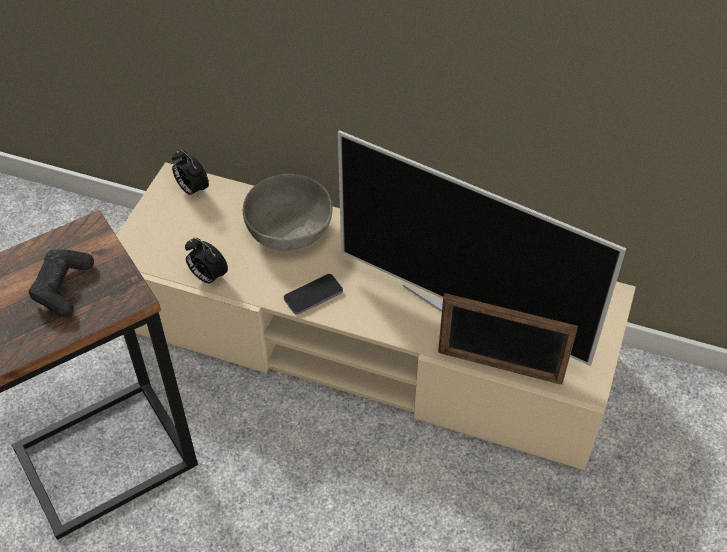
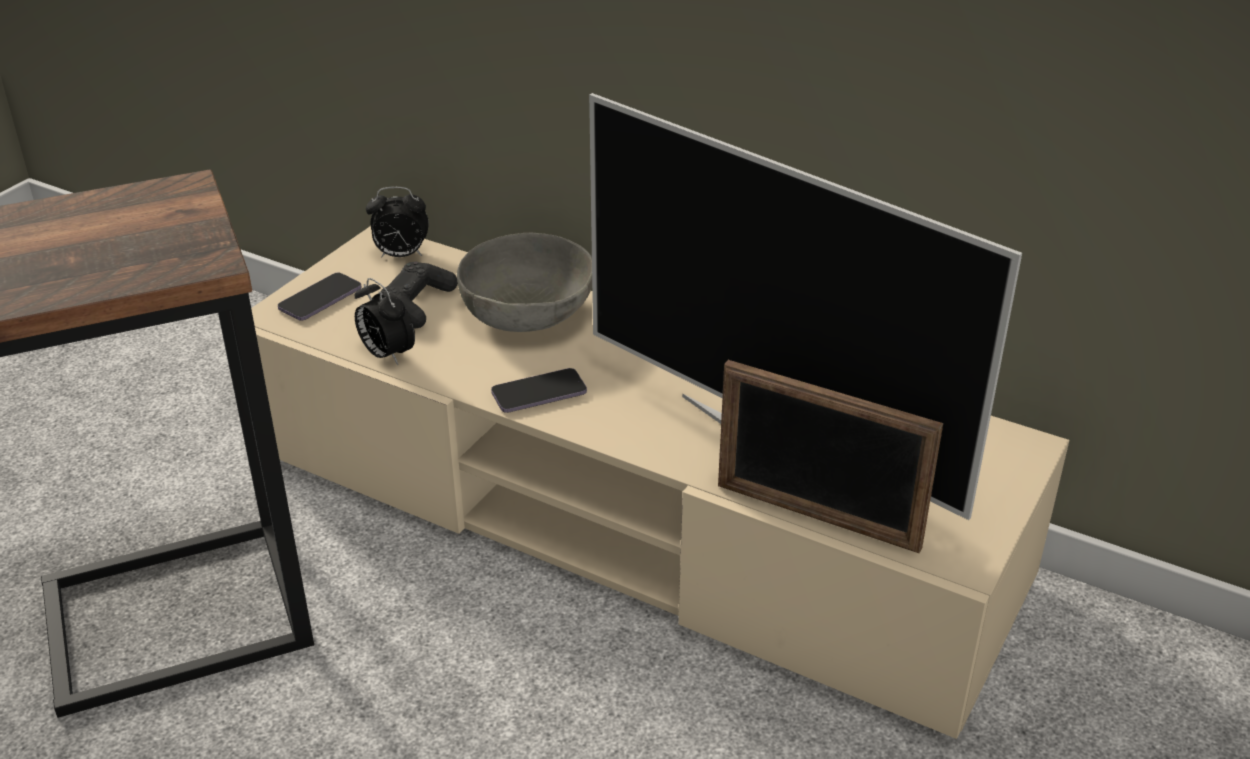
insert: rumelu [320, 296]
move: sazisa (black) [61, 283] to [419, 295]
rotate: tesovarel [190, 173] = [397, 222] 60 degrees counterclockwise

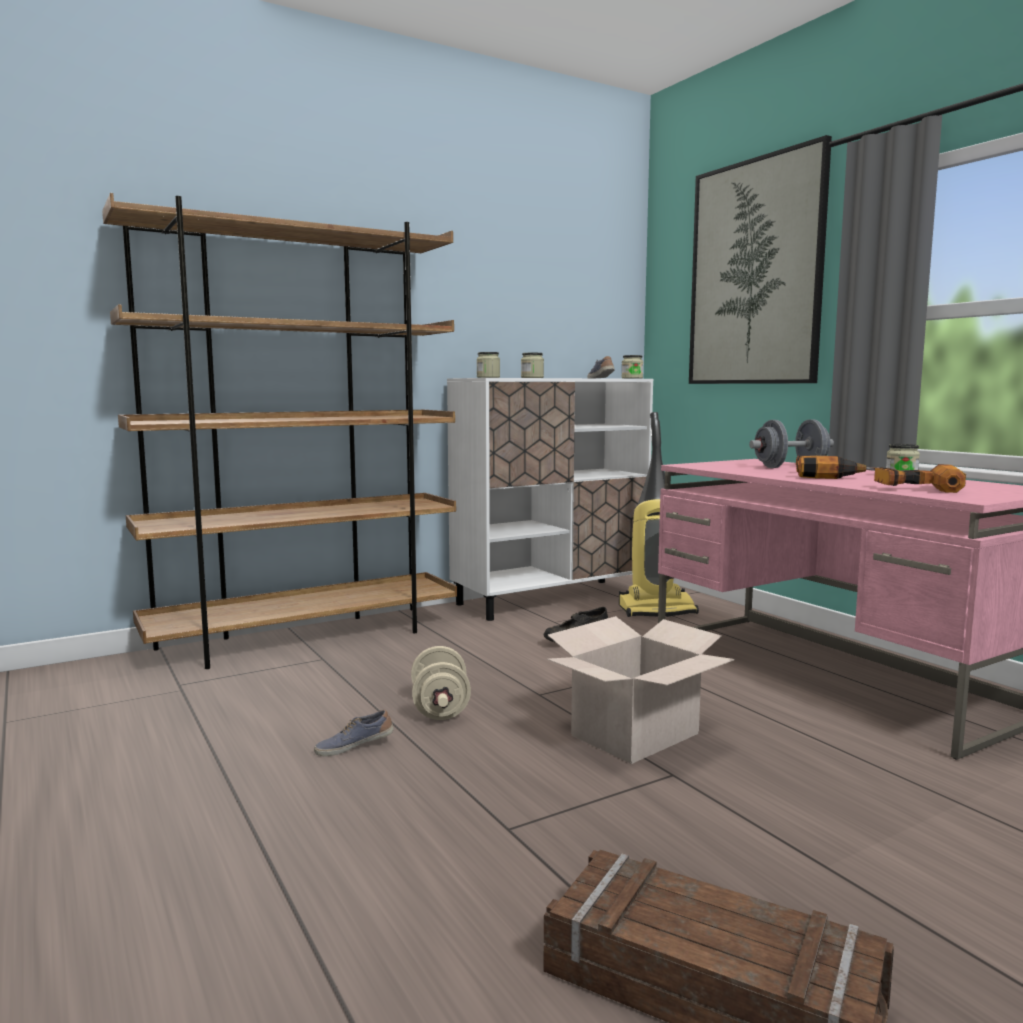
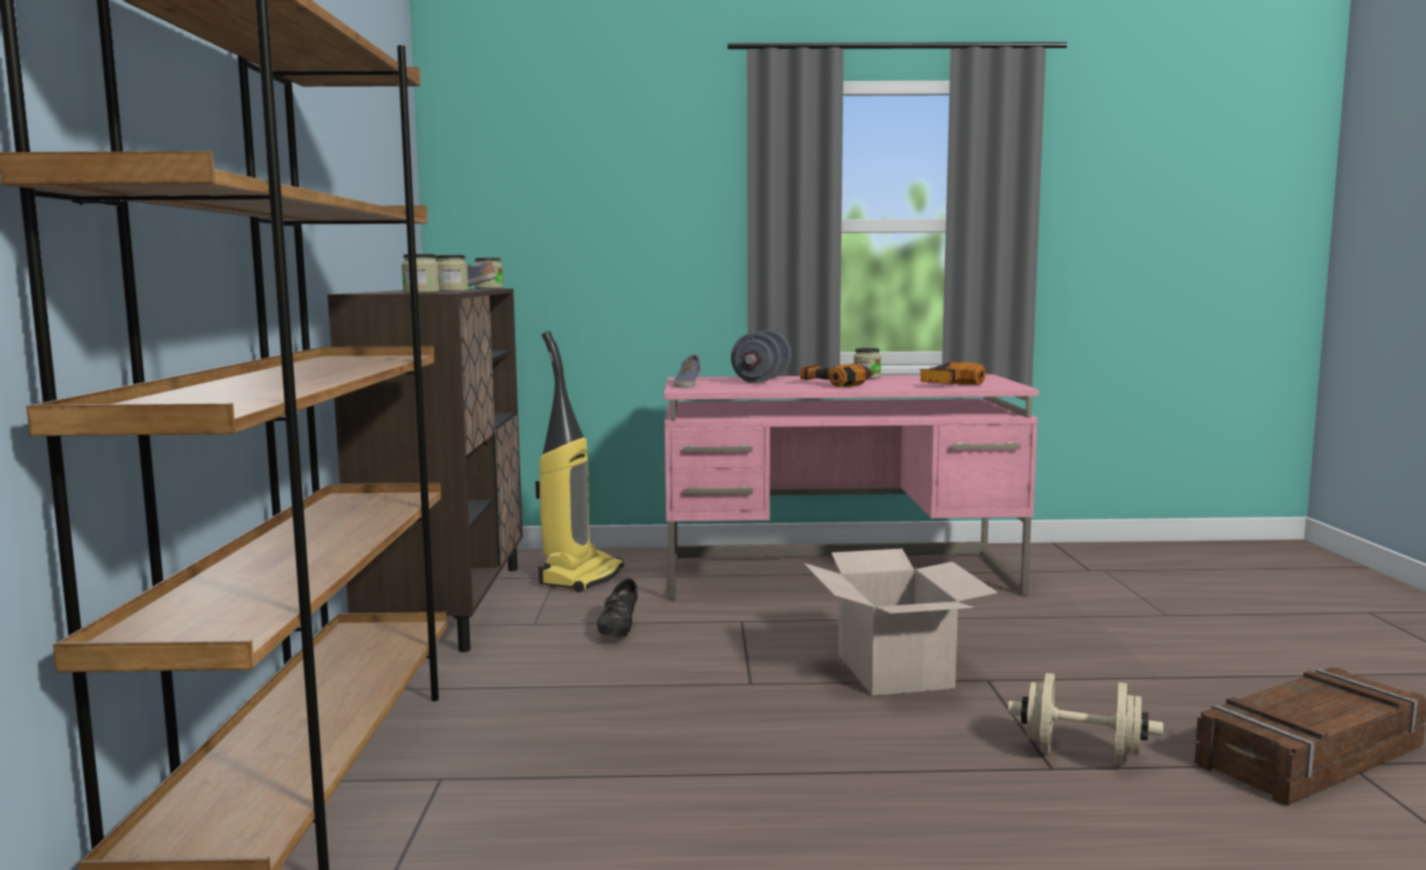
delete: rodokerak [760, 259]
move: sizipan [354, 733] to [687, 371]; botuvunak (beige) [441, 683] to [1085, 719]
recolor: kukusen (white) [550, 499] to kukusen (brown) [425, 470]

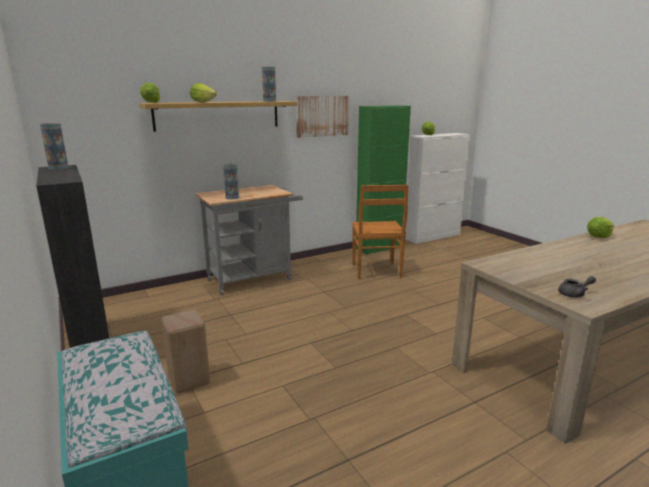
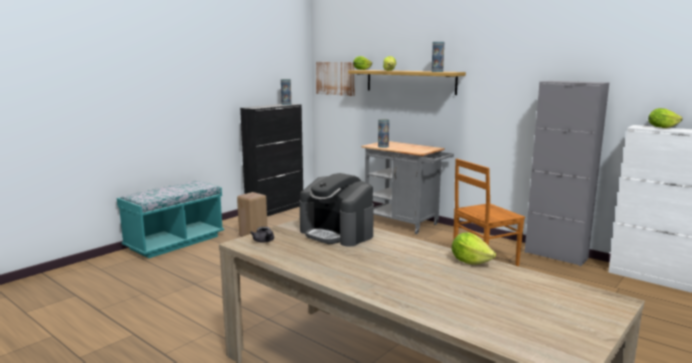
insert: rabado [336, 209]
move: rodokerak [322, 117] to [335, 79]
recolor: kukusen (green) [383, 180] to kukusen (grey) [566, 173]

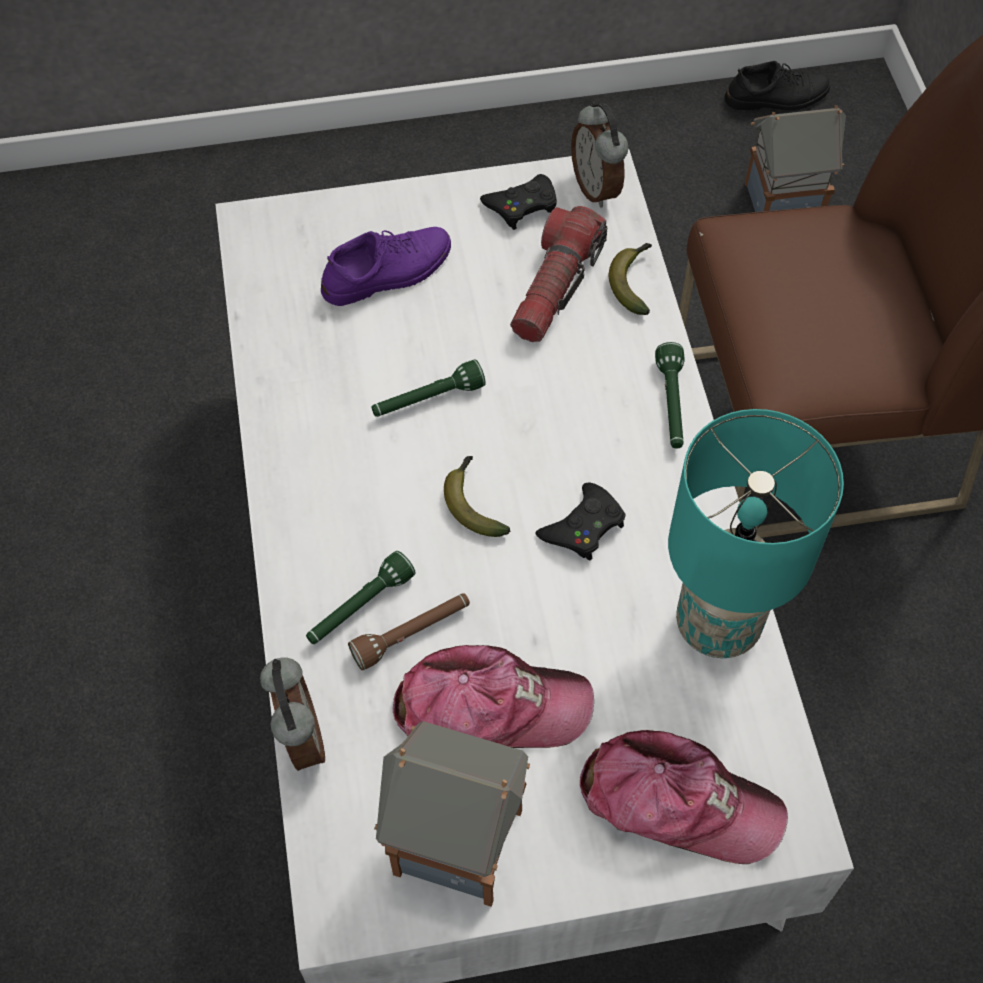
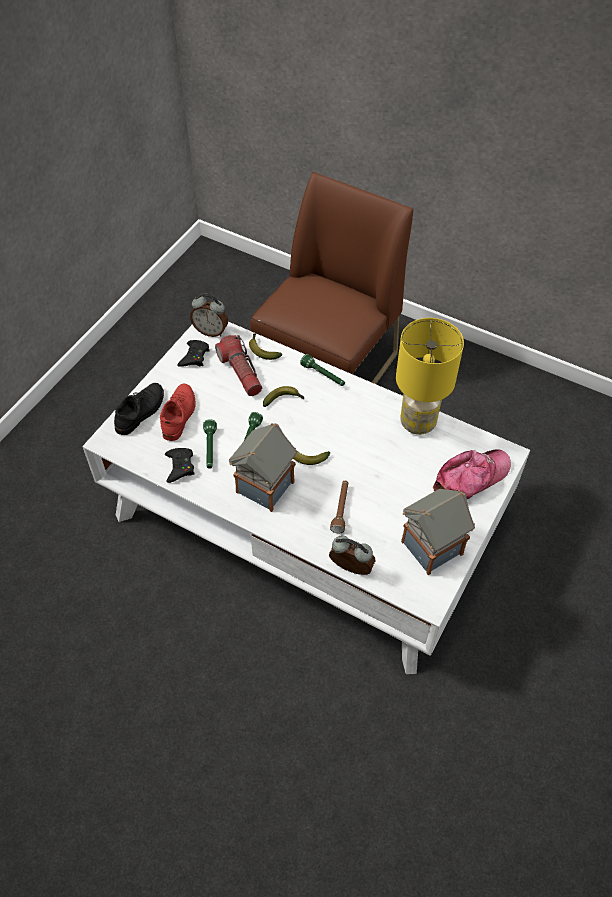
delete: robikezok [493, 696]
insert: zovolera [283, 396]
move: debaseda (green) [361, 597] to [210, 444]; sazisa (black) [580, 521] to [180, 465]; sizipan (black) [777, 86] to [139, 409]; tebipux [795, 158] to [263, 467]
recolor: sizipan (purple) [386, 266] to sizipan (red) [178, 412]; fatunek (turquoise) [756, 533] to fatunek (yellow) [430, 376]

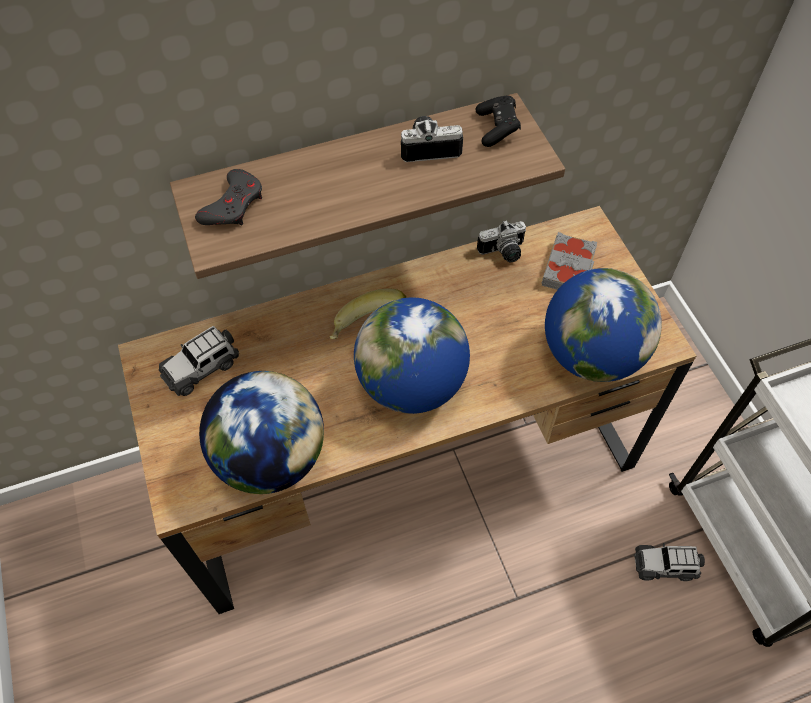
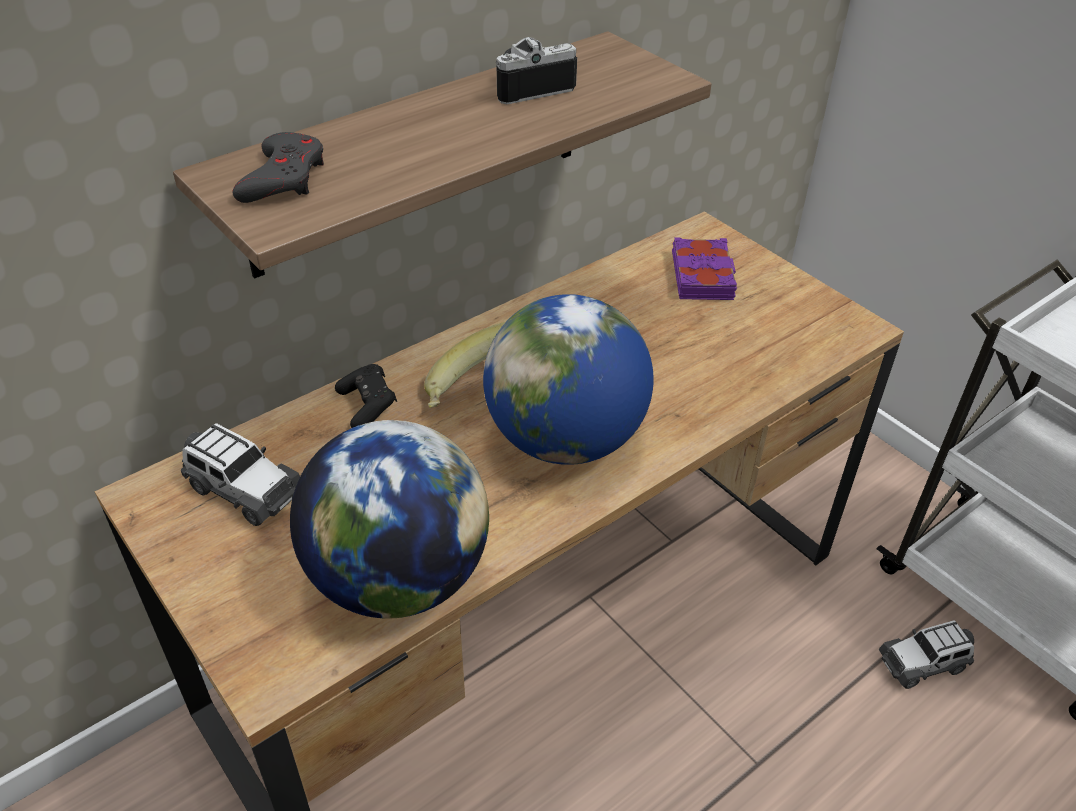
delete: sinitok [501, 241]; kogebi [603, 325]
move: sazisa (black) [498, 121] to [366, 396]
recolor: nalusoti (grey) [569, 261] to nalusoti (purple) [704, 268]
rotate: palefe [199, 361] = [240, 474] 90 degrees counterclockwise

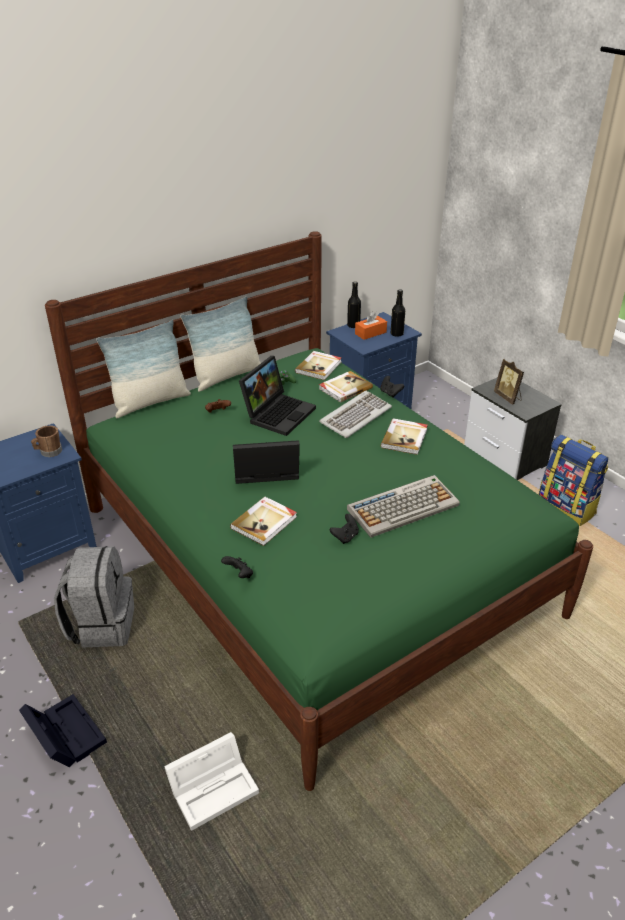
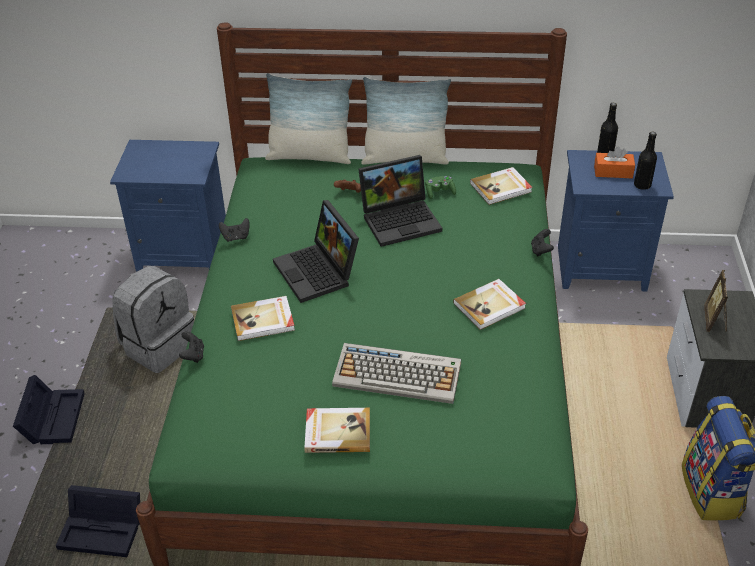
delete: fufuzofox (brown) [46, 441]; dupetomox [355, 414]
move: nalusoti [346, 387] to [337, 430]; sazisa (black) [344, 529] to [234, 230]
recolor: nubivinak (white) [211, 781] to nubivinak (black) [98, 521]
rotate: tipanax [266, 462] = [316, 251] 150 degrees counterclockwise

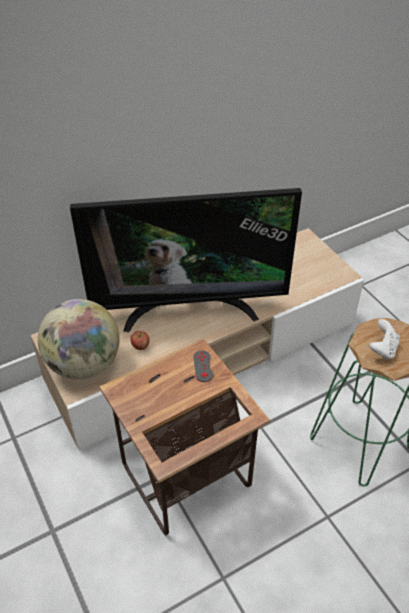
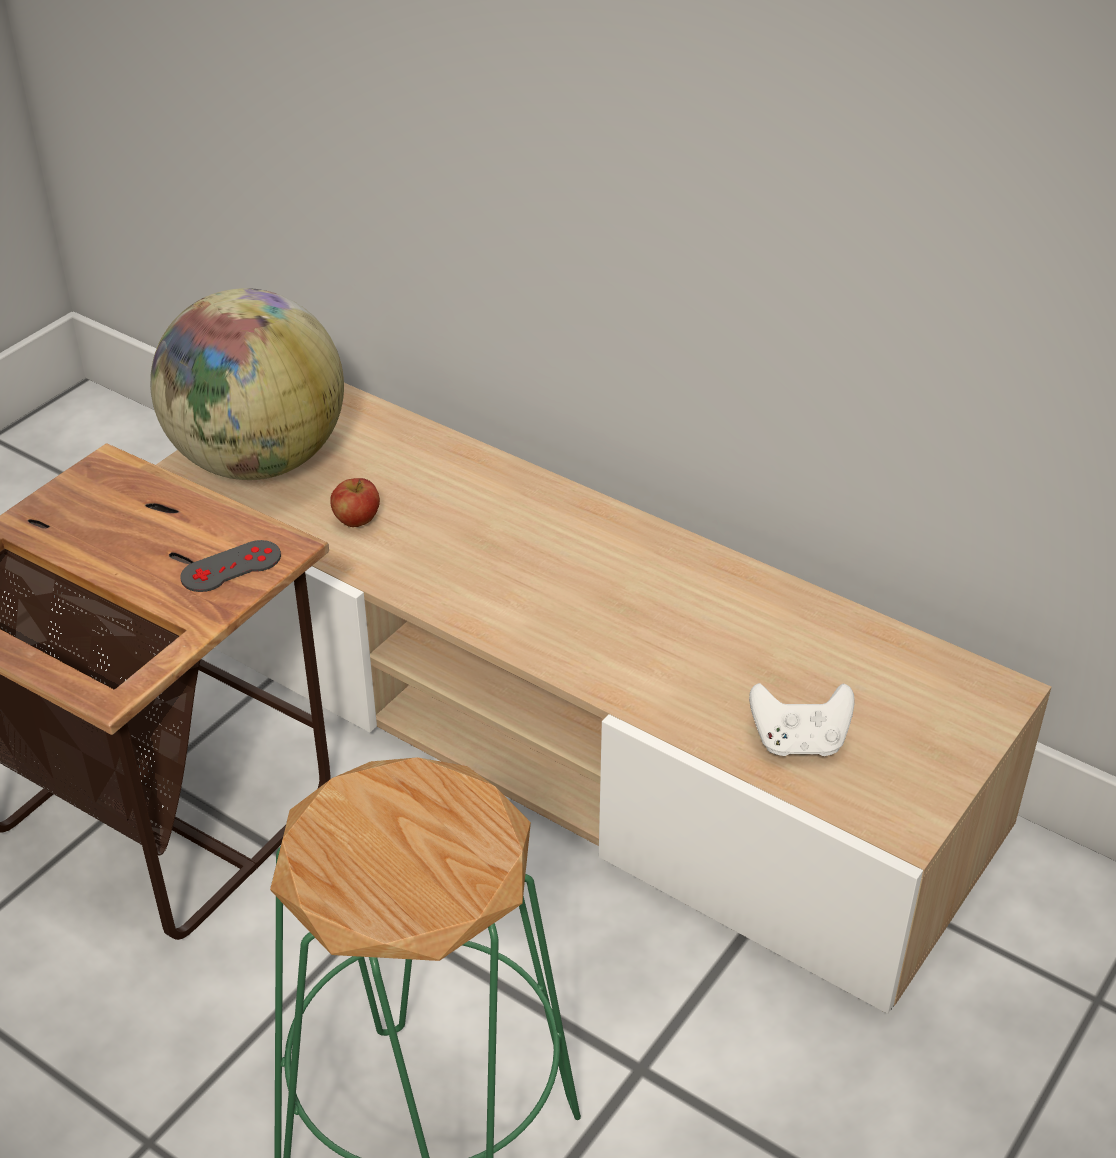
delete: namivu [186, 260]
move: sazisa (white) [384, 339] to [802, 719]

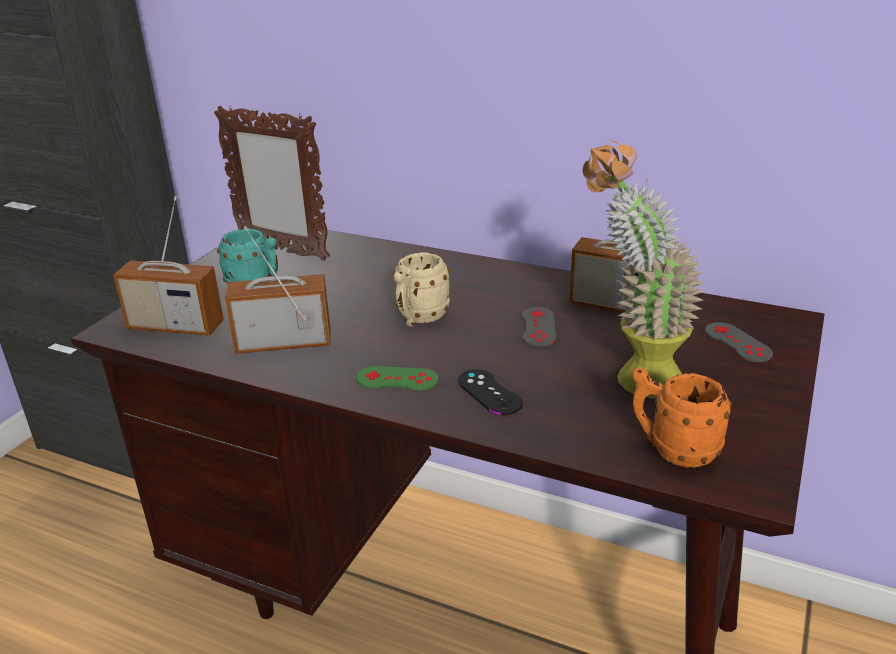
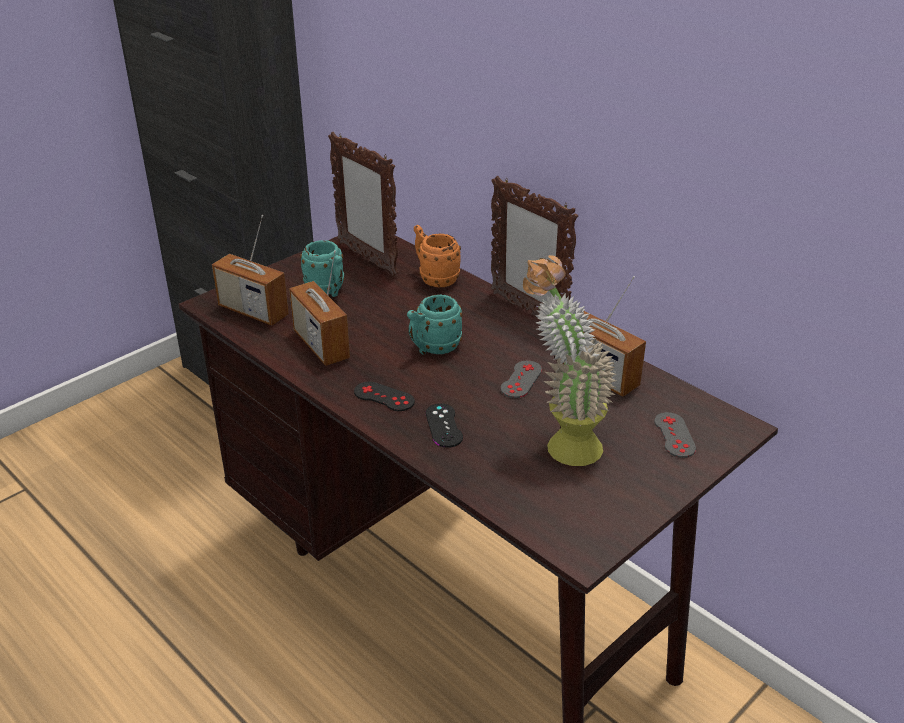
insert: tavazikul [534, 246]
move: fufuzofox (orange) [682, 418] to [437, 256]
recolor: sazisa (green) [397, 378] to sazisa (black) [384, 396]; fufuzofox (beige) [421, 289] to fufuzofox (turquoise) [435, 324]
rotate: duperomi [278, 290] = [319, 308] 135 degrees counterclockwise

